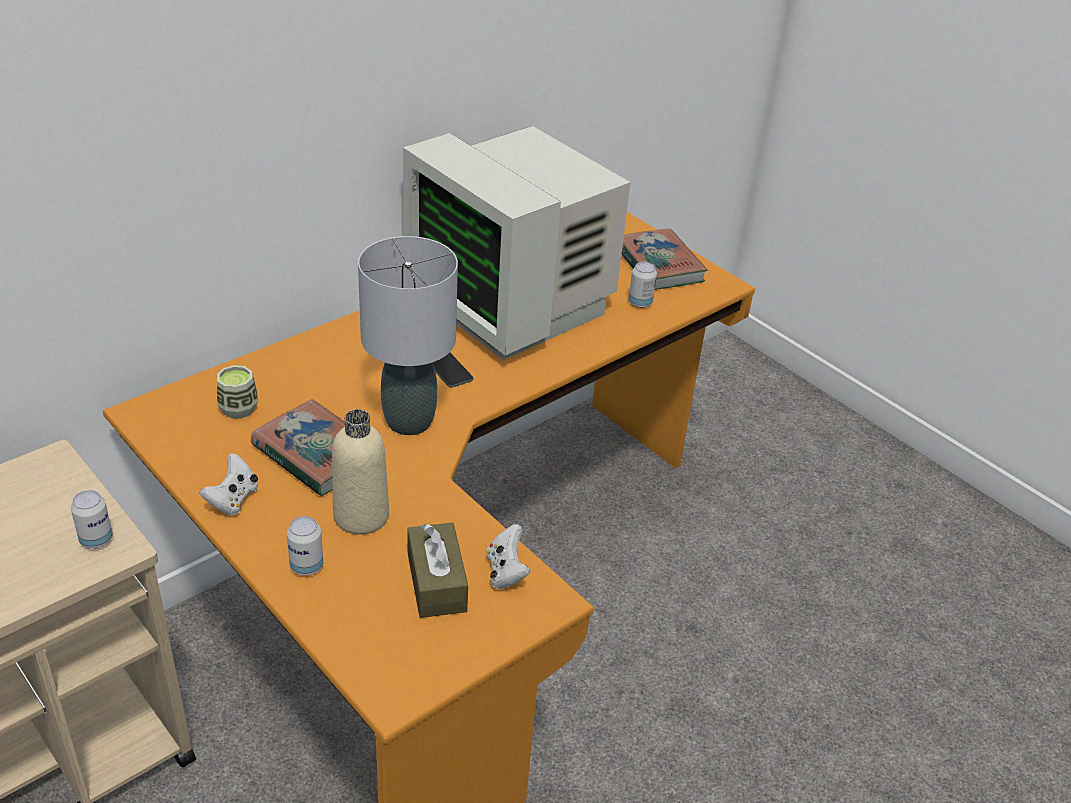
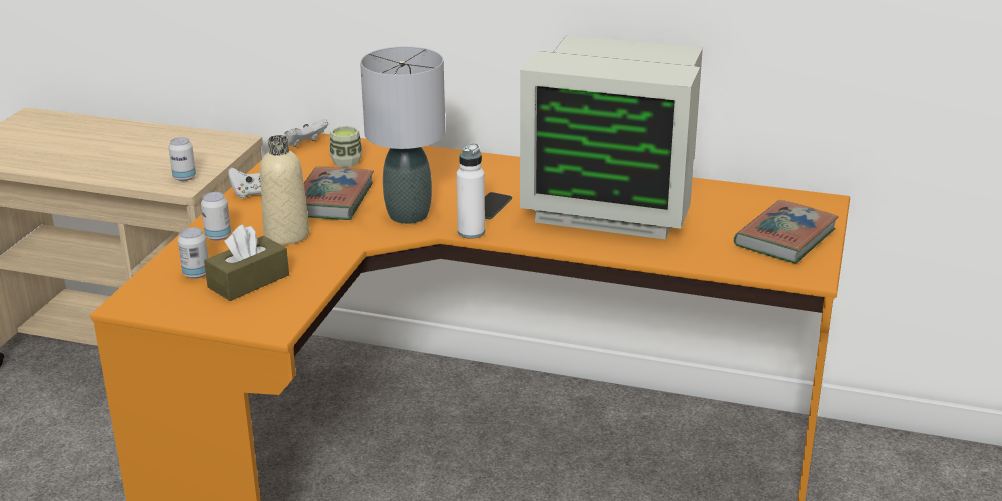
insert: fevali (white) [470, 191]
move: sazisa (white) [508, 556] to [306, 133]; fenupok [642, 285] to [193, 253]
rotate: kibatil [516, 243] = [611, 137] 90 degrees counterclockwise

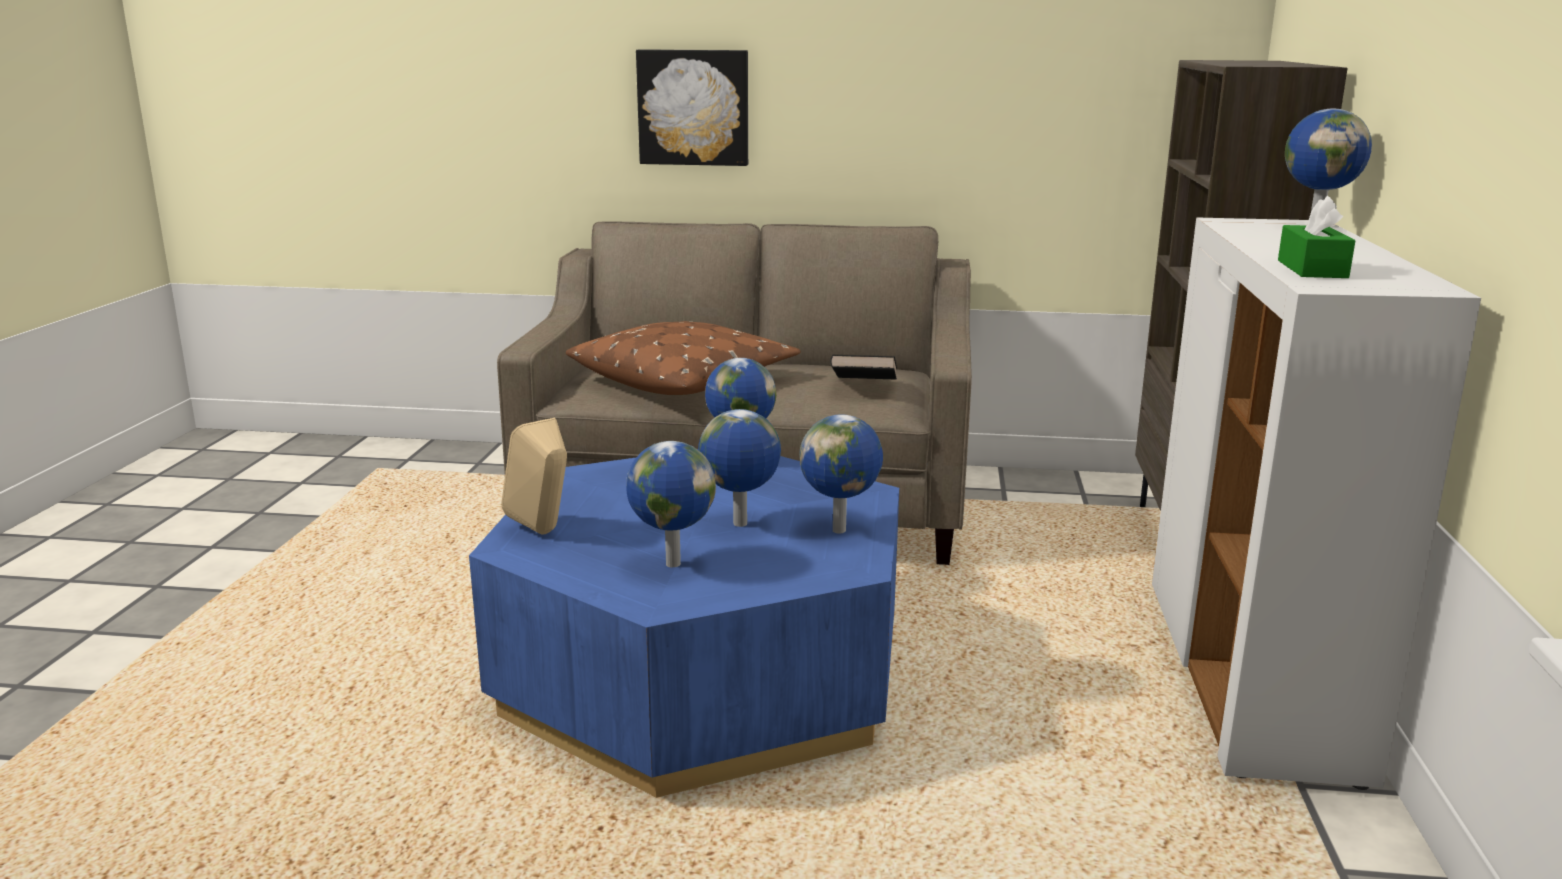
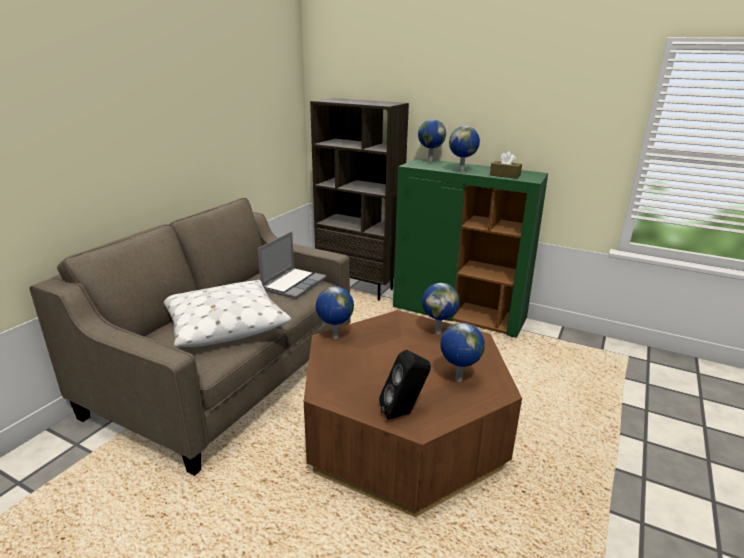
delete: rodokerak [692, 107]
move: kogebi [739, 468] to [464, 149]
replace: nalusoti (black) [863, 367] to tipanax [292, 265]
recolor: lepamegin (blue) [684, 623] to lepamegin (brown) [413, 413]; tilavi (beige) [534, 476] to tilavi (black) [405, 385]; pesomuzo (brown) [683, 358] to pesomuzo (white) [227, 313]; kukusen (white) [1316, 504] to kukusen (green) [470, 248]; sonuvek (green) [1316, 237] to sonuvek (brown) [506, 165]

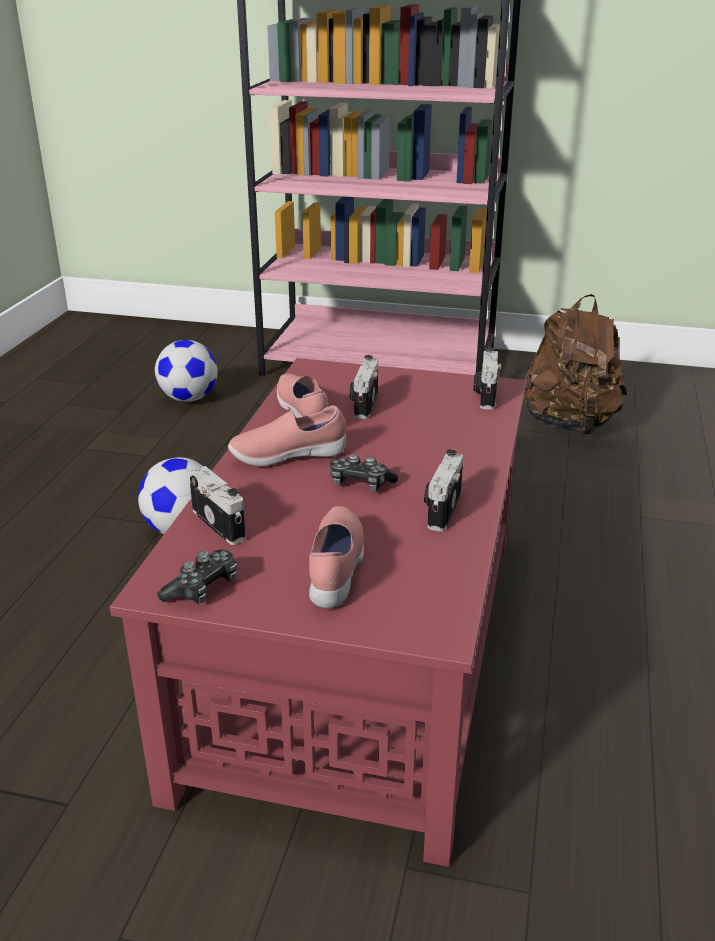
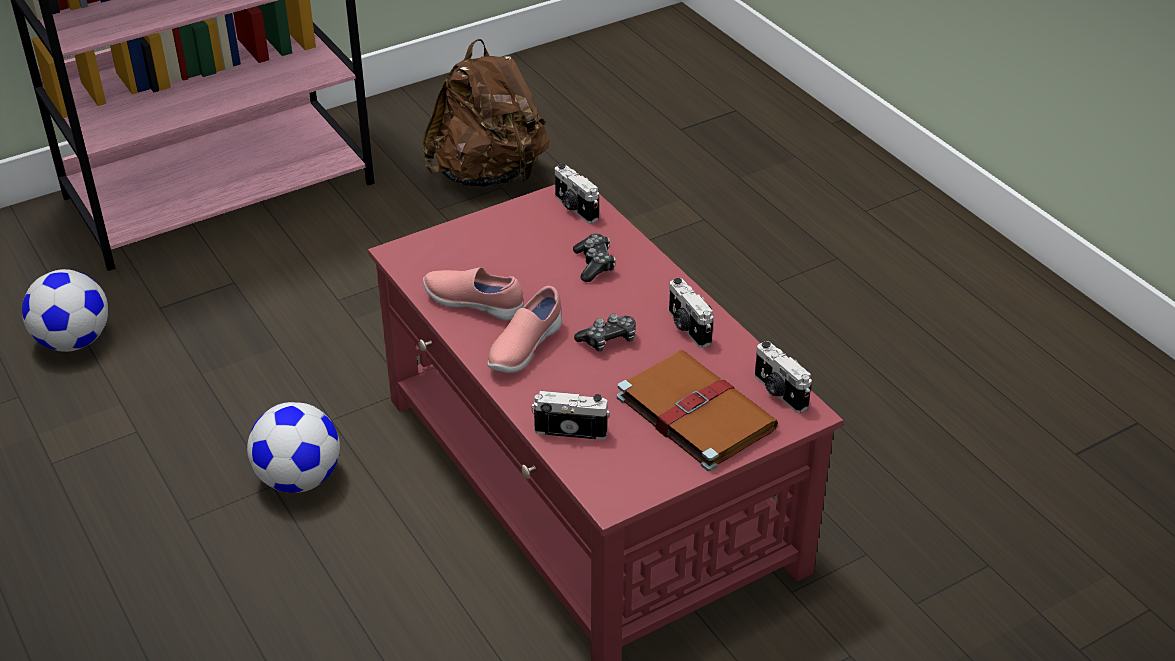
move: sazisa [197, 576] to [594, 258]; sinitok [364, 387] to [783, 377]
replace: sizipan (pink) [336, 557] to nalusoti (brown) [697, 410]

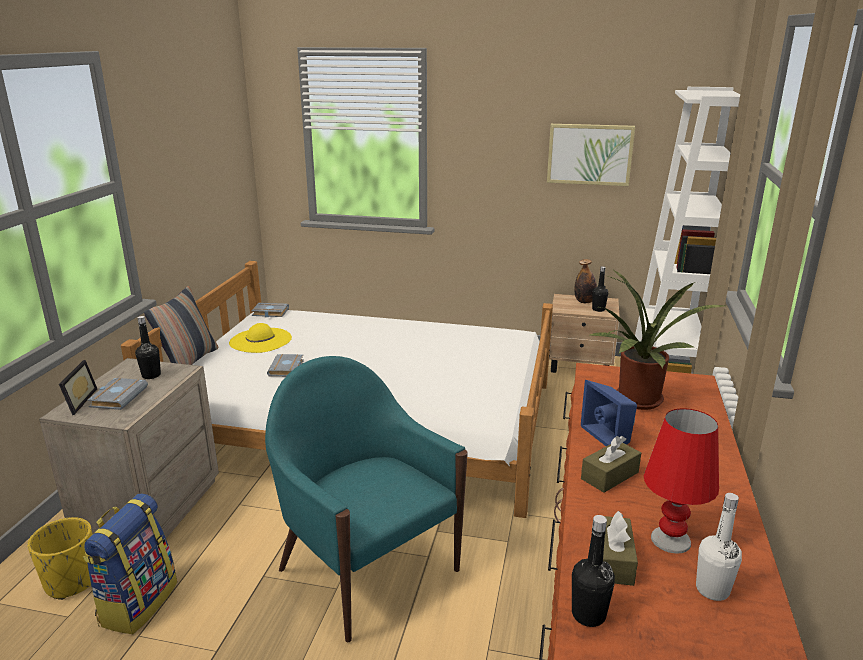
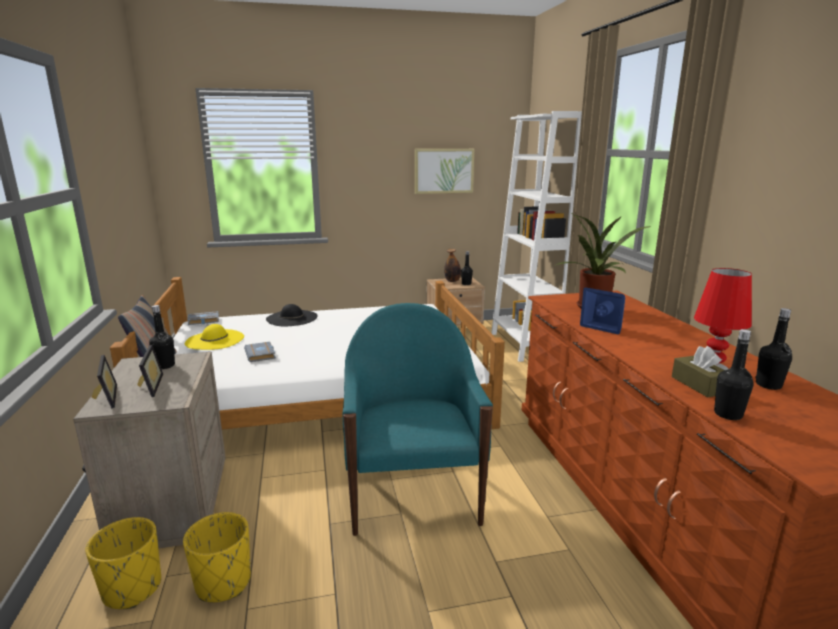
delete: sonuvek (brown) [611, 464]
insert: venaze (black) [292, 315]
replace: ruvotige [130, 564] to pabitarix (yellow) [217, 557]; nalusoti (grey) [117, 394] to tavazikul [150, 371]
recolor: fevali (white) [719, 547] to fevali (black) [774, 349]
rotate: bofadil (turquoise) [366, 499] = [418, 419] 60 degrees clockwise

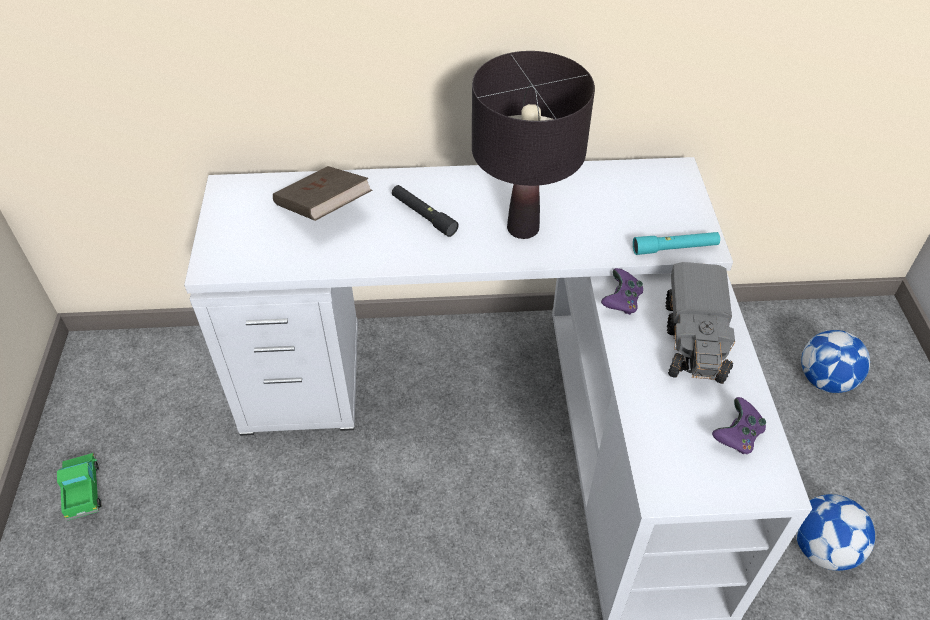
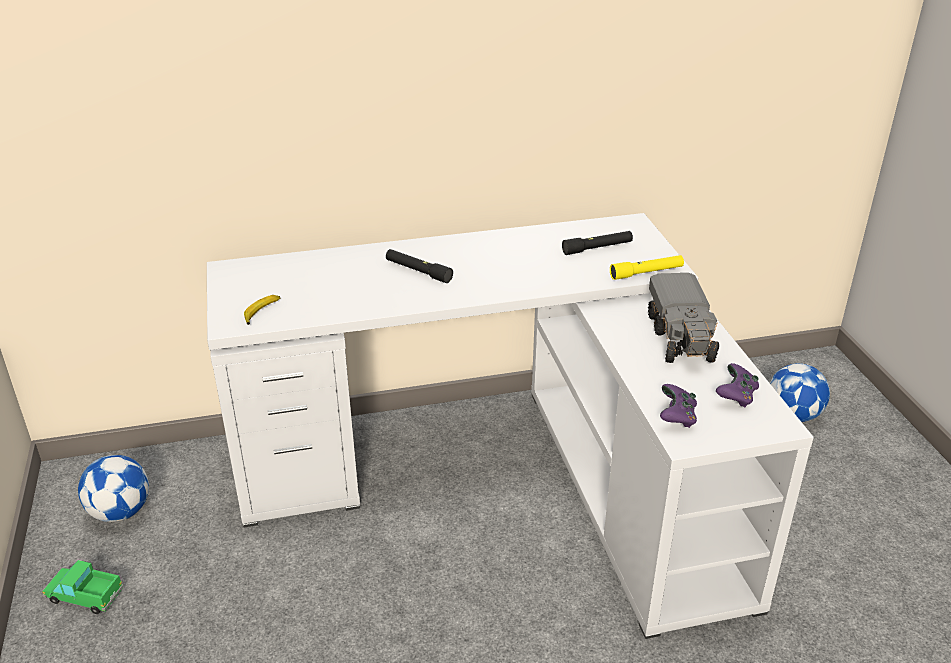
delete: nalusoti (brown) [322, 193]; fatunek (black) [533, 145]
insert: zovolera [262, 310]; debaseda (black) [597, 243]
move: sazisa (purple) [622, 291] to [678, 406]; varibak [835, 532] to [113, 488]
recolor: debaseda (turquoise) [676, 243] to debaseda (yellow) [647, 267]
rotate: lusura [79, 487] = [83, 587] 45 degrees counterclockwise

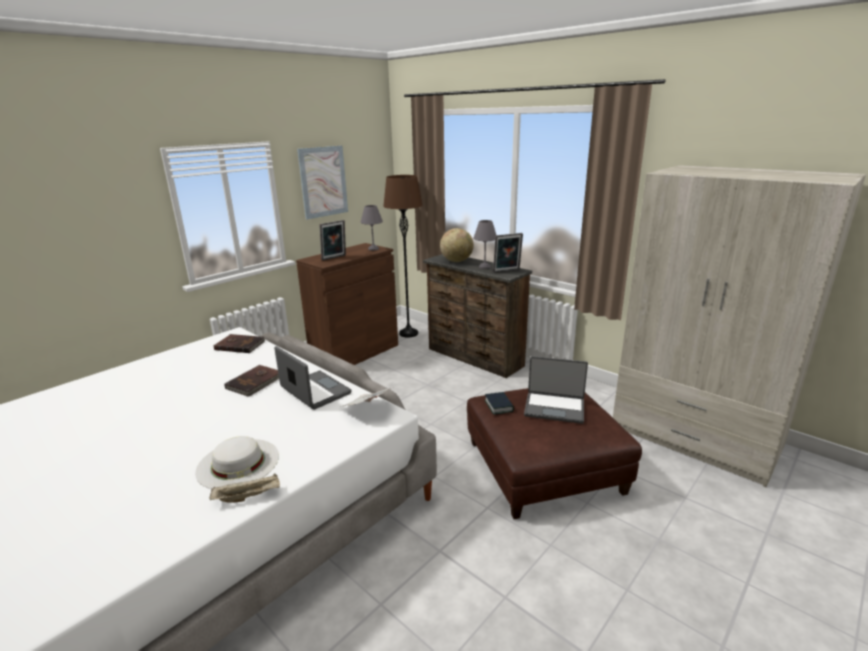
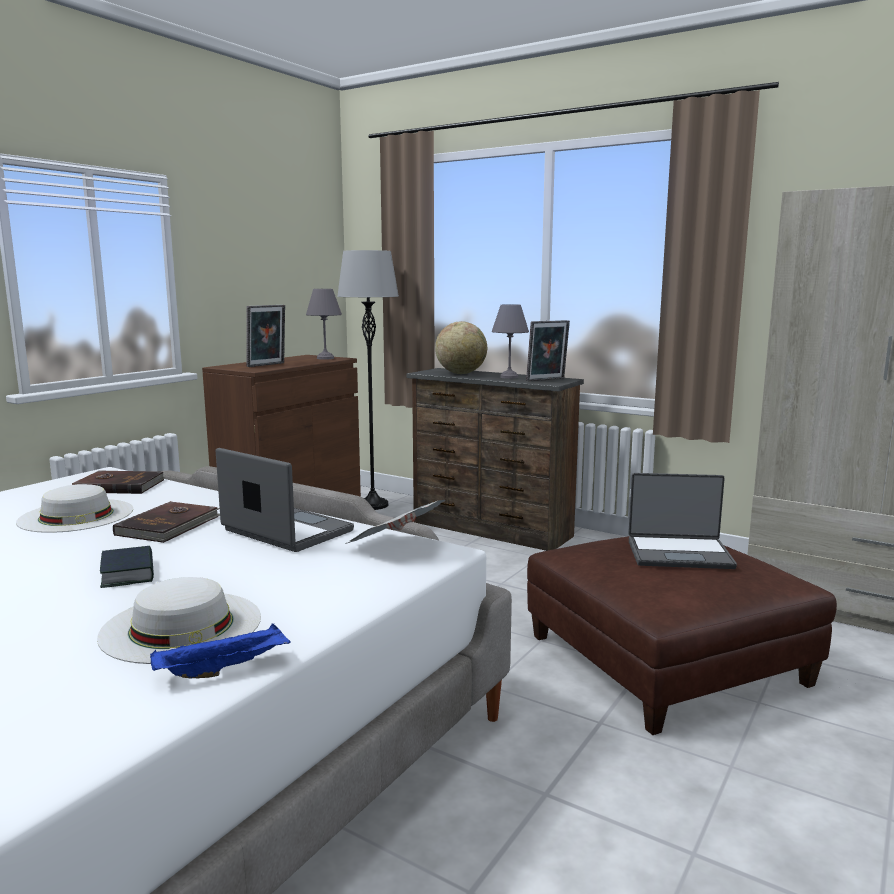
delete: rodokerak [322, 182]
insert: venaze (white) [74, 508]
move: nalusoti [499, 403] to [127, 567]
recolor: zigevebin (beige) [244, 488] to zigevebin (blue) [220, 650]; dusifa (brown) [402, 256] to dusifa (grey) [368, 380]

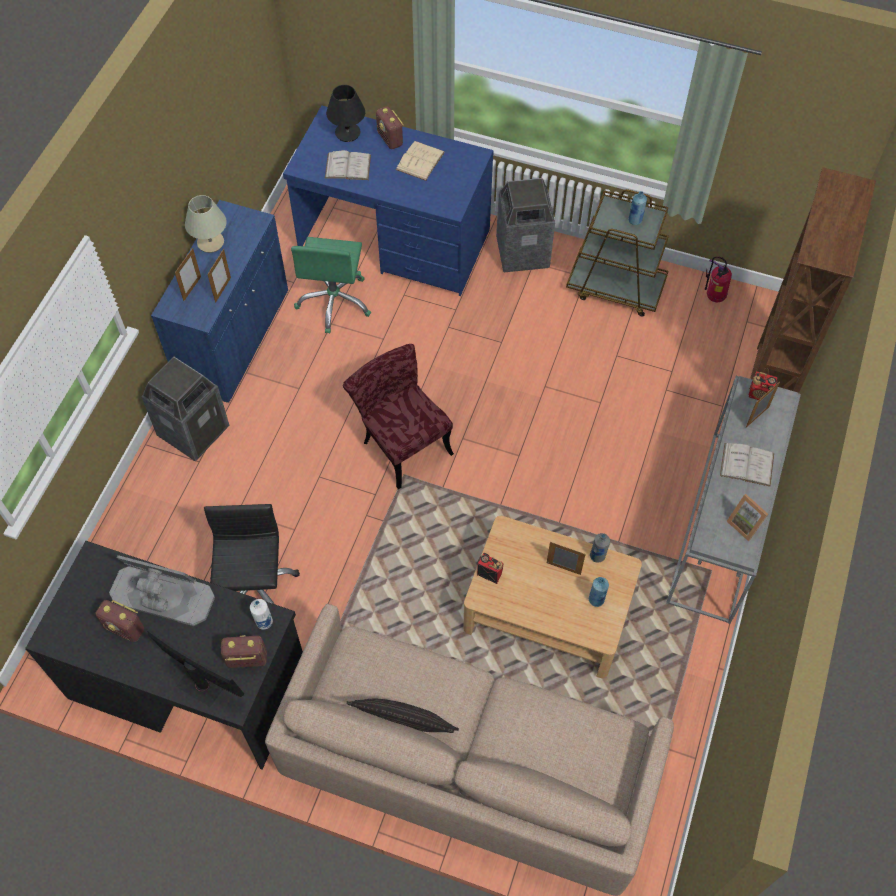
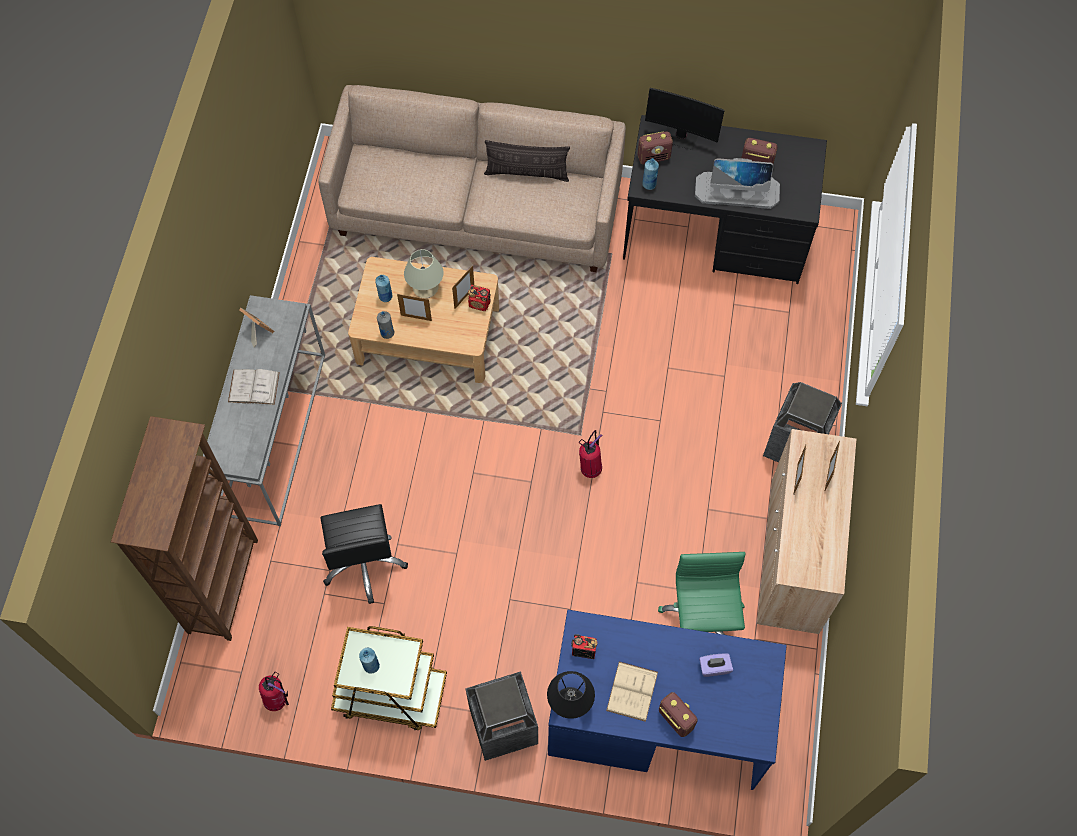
move: fatunek (beige) [206, 224] to [423, 273]; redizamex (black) [252, 554] to [364, 554]; fatunek (black) [345, 113] to [571, 695]; tavazikul [763, 405] to [463, 287]; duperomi [763, 385] to [584, 646]
replace: nalusoti (white) [348, 165] to sonuvek (purple) [716, 665]; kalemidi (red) [398, 416] to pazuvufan [591, 454]
recolor: kukusen (blue) [219, 301] to kukusen (beige) [806, 531]; fevali (white) [261, 614] to fevali (blue) [650, 174]

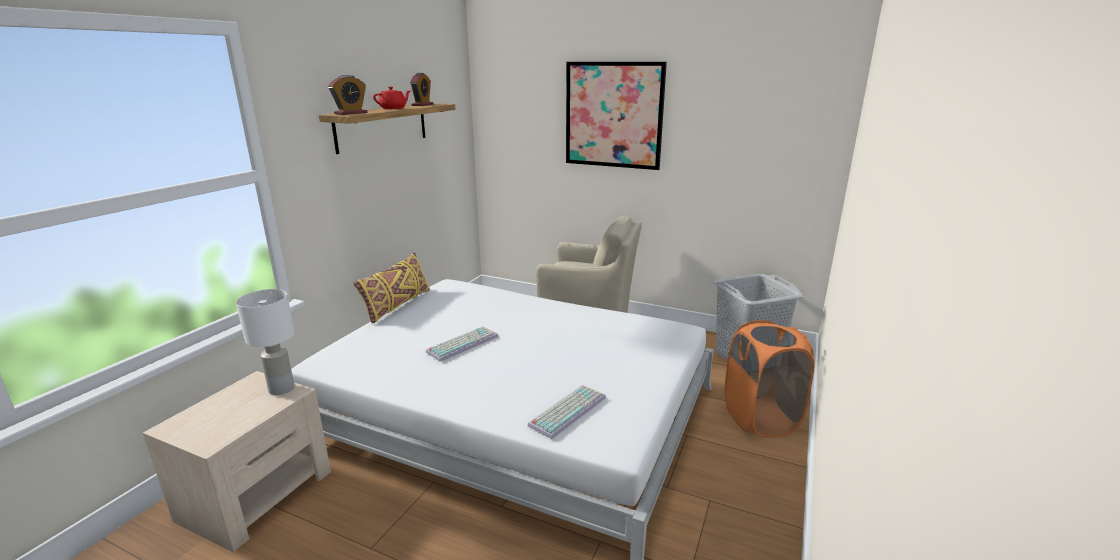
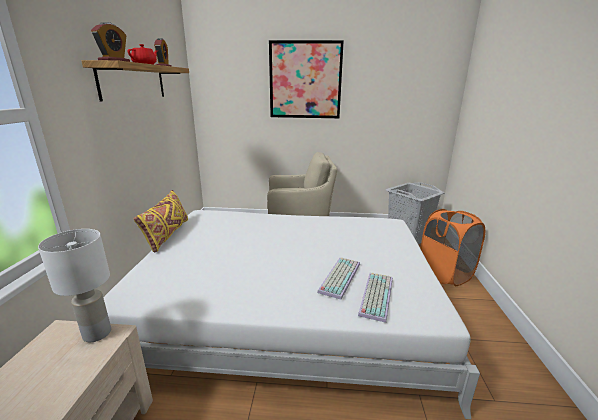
move: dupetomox [462, 344] to [338, 278]

